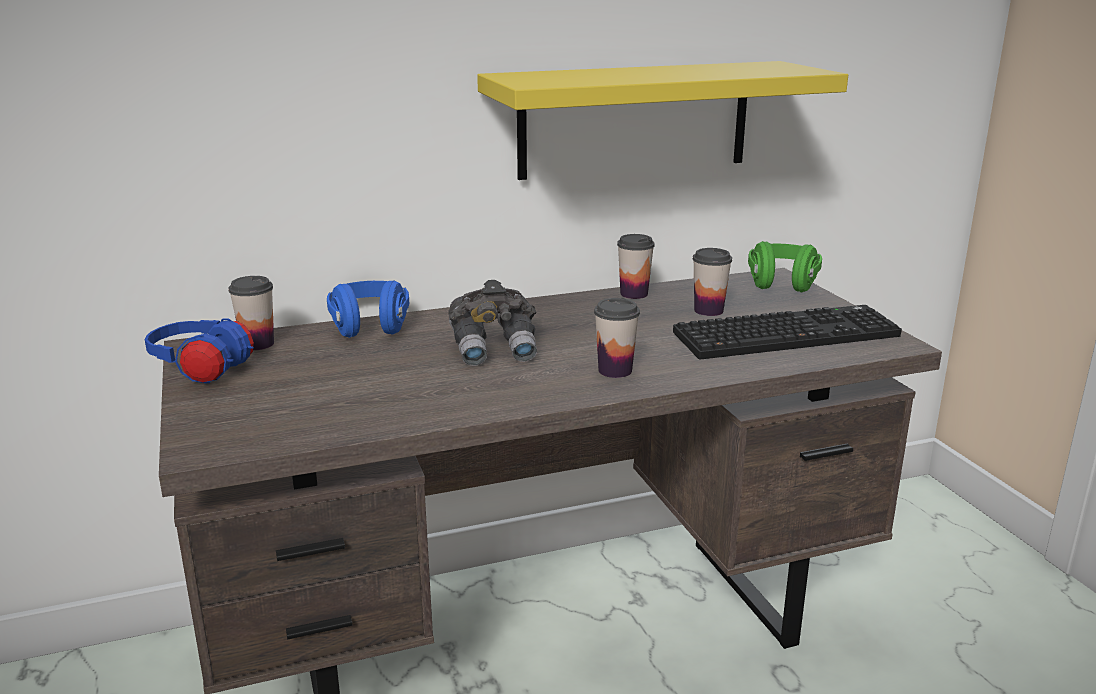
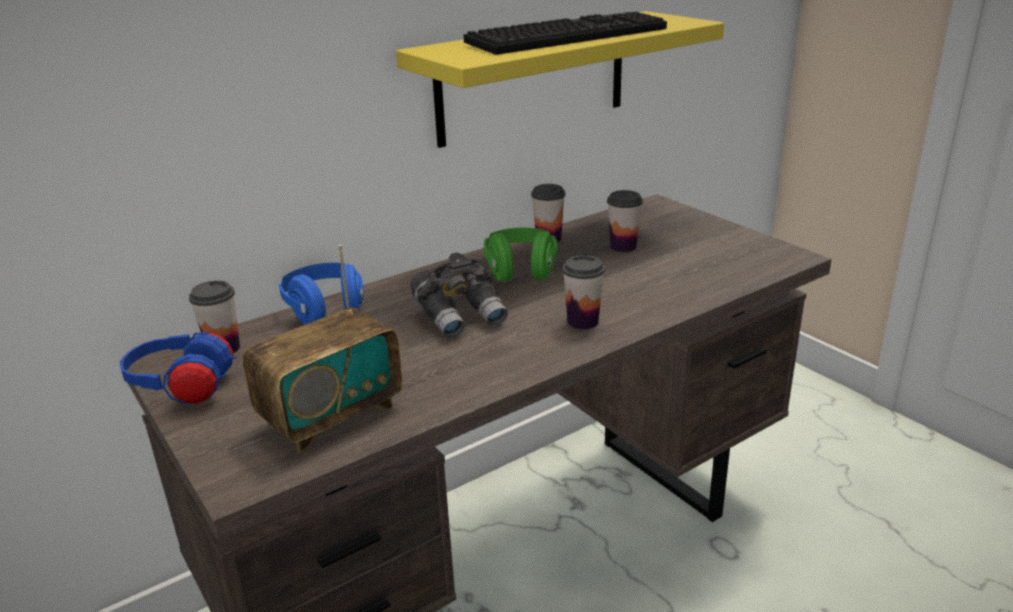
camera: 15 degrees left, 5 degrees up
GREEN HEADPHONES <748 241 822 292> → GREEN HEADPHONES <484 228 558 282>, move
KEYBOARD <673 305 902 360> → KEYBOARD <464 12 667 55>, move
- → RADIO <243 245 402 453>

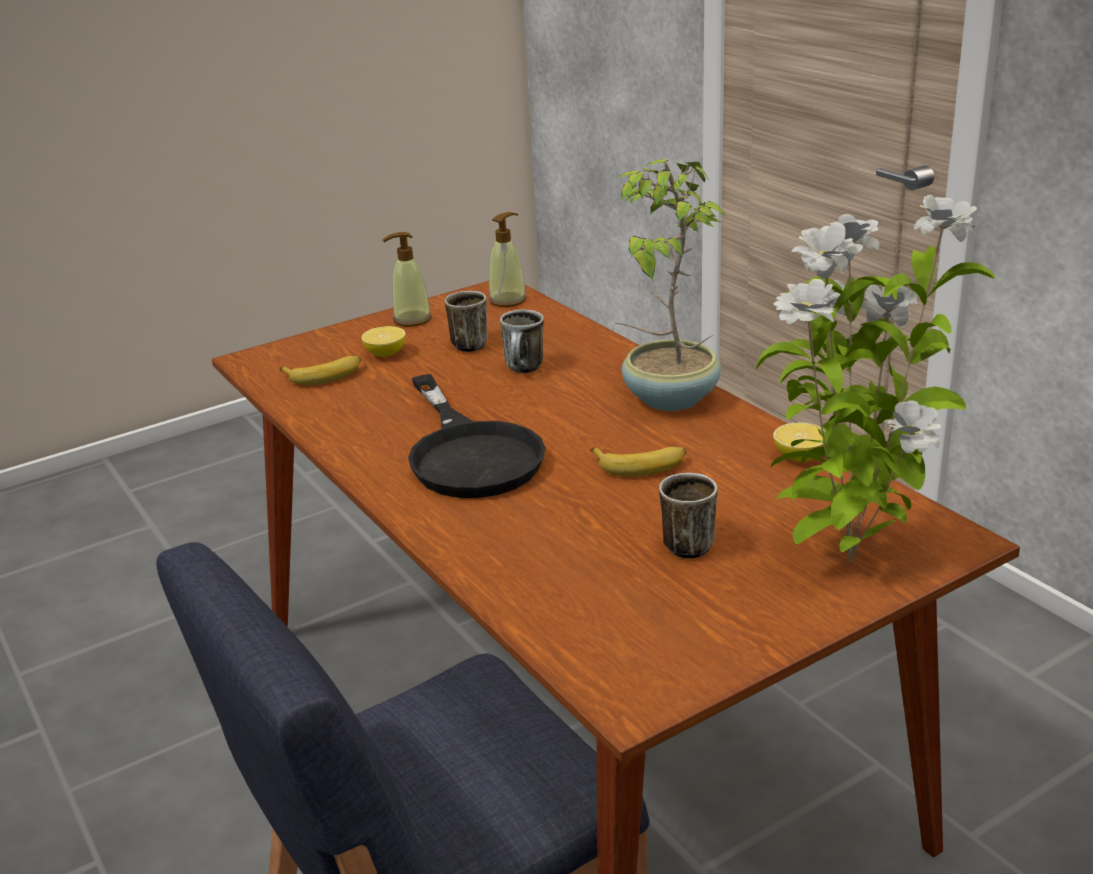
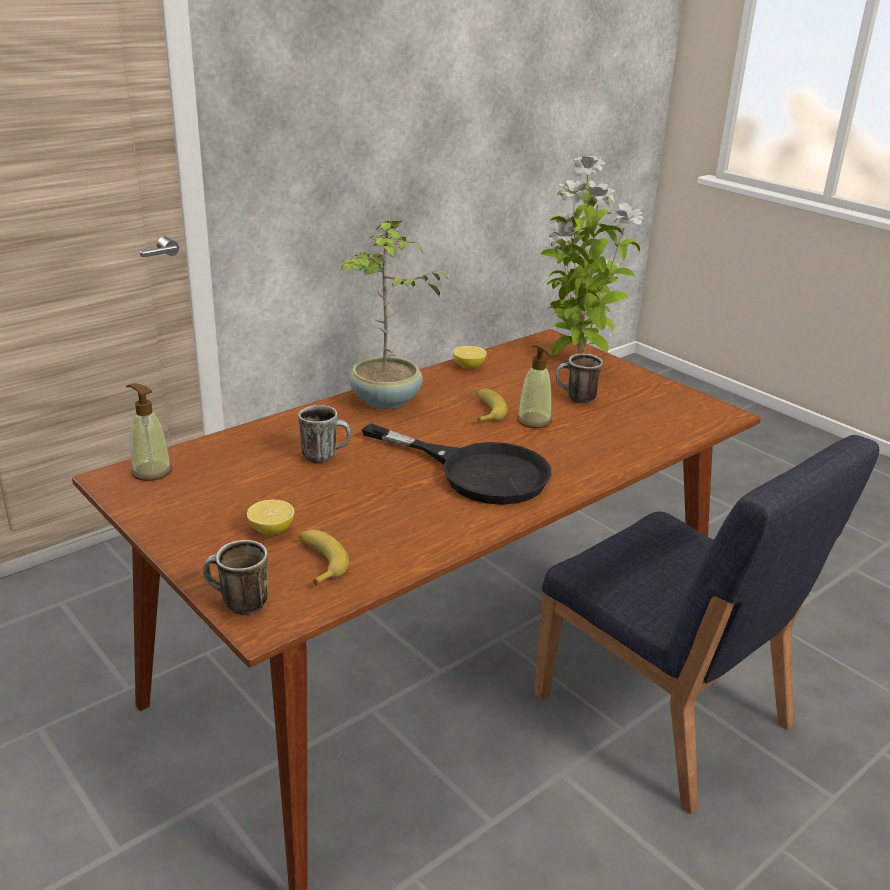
camera: 100 degrees left, 0 degrees up
SOAP DISPENSER <382 232 432 327> → SOAP DISPENSER <517 344 553 428>, move
MUG <445 291 488 352> → MUG <203 540 268 615>, move
BLACK FRYING PAN <408 374 546 498> → BLACK FRYING PAN <362 423 551 505>, 60 degrees clockwise

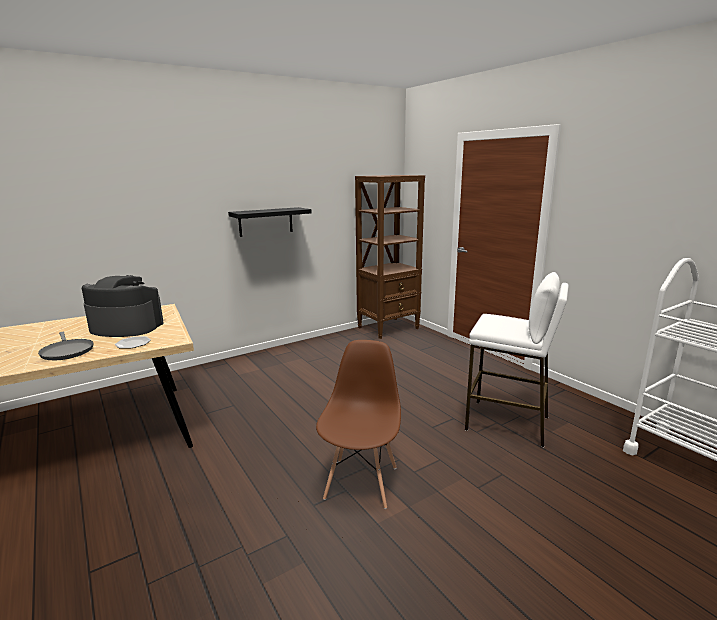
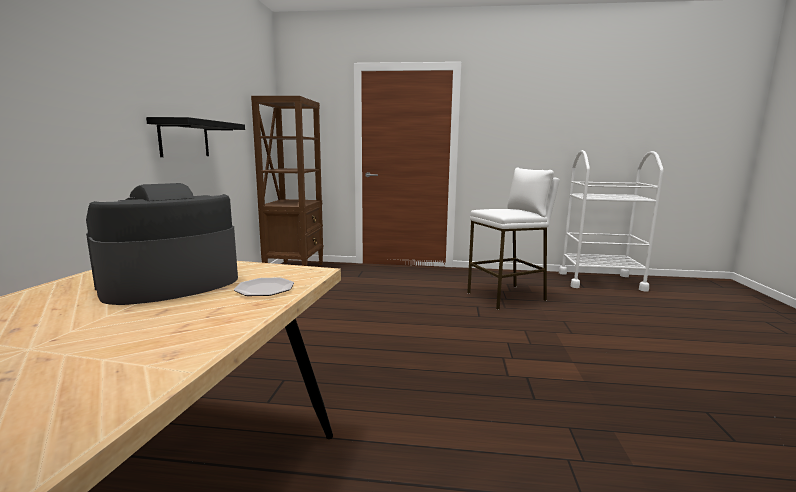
camera: 50 degrees left, 5 degrees down
GREY FRYING PAN <38 332 94 360> → -
BROWN CHAIR <316 340 401 509> → -

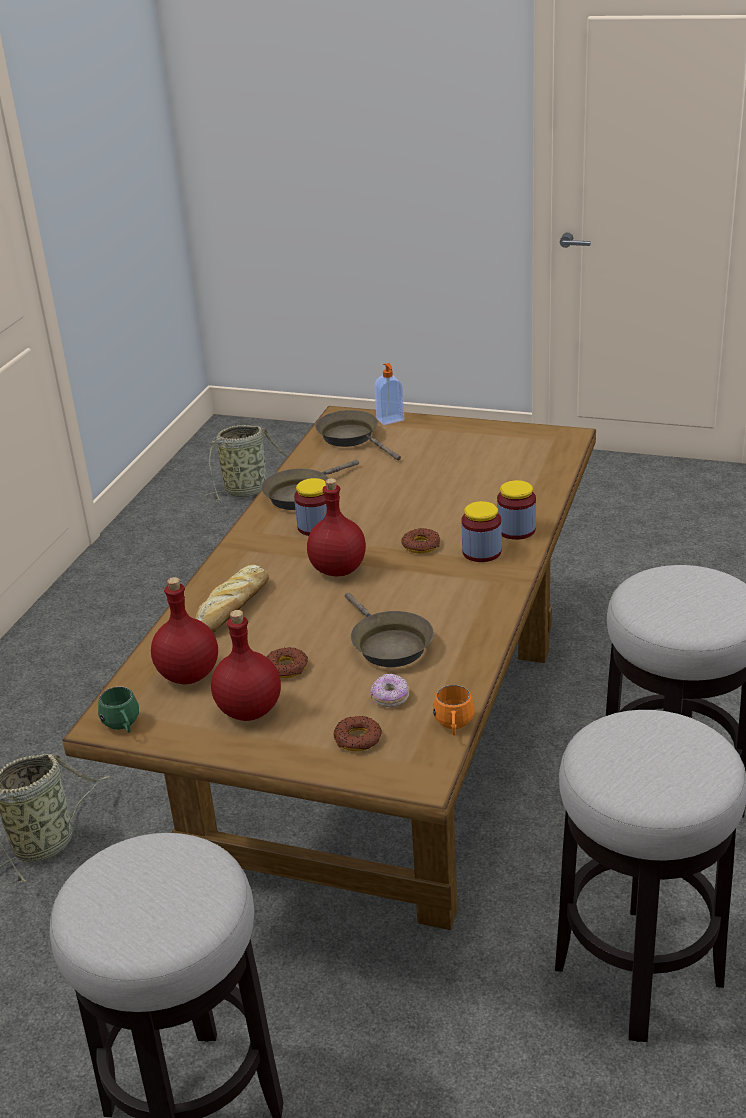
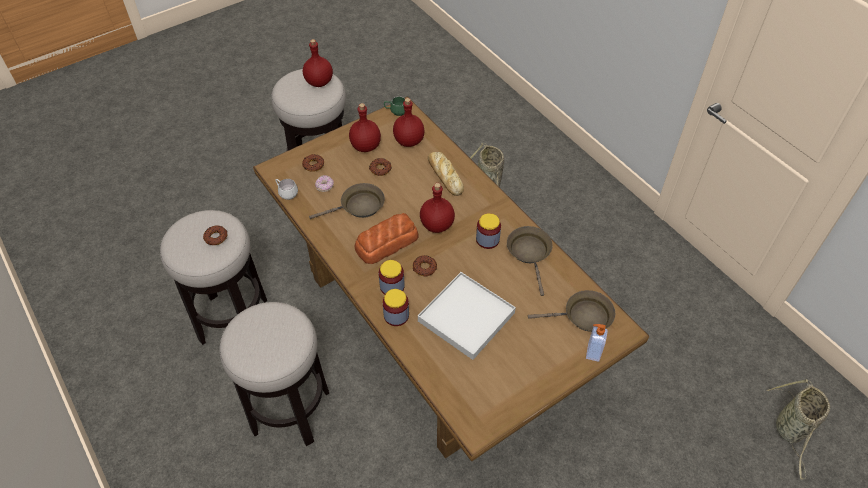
camera: 125 degrees right, 20 degrees up
BROWN FRYING PAN <345 593 434 667> → BROWN FRYING PAN <309 183 385 219>, 150 degrees clockwise
ORANGE MUG <433 685 475 735> → WHITE MUG <275 179 298 200>
- → RED BOTTLE <303 39 333 87>
- → BREAD <355 213 419 264>
- → DONUT <203 225 227 245>
- → WHITE TRAY <418 272 516 360>

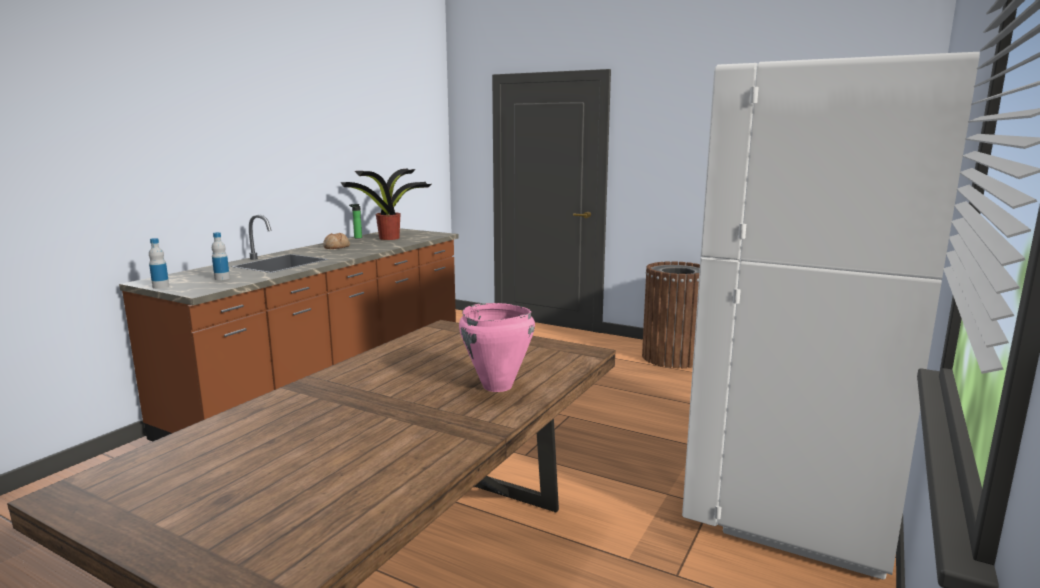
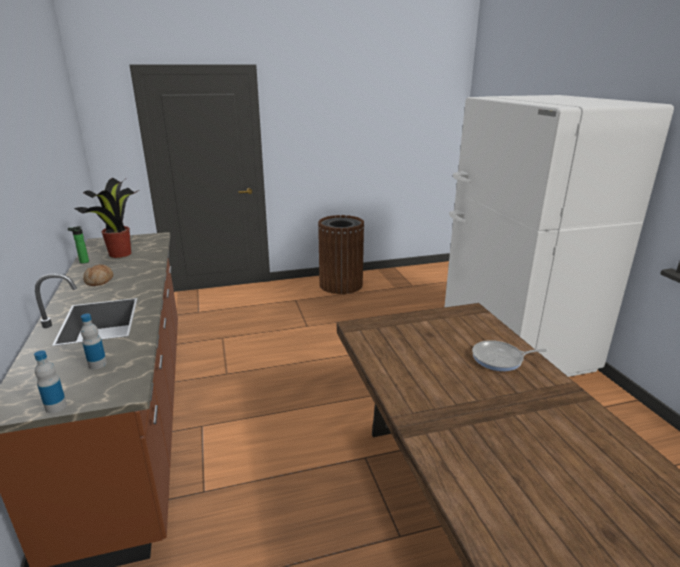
camera: 45 degrees left, 10 degrees up
PINK COOKING POT <459 303 535 392> → FRYING PAN <472 340 547 371>

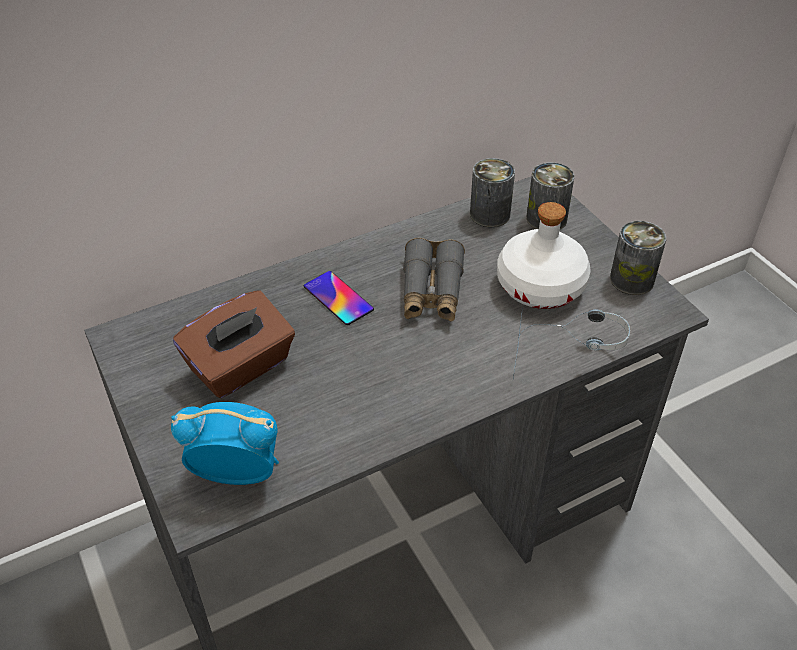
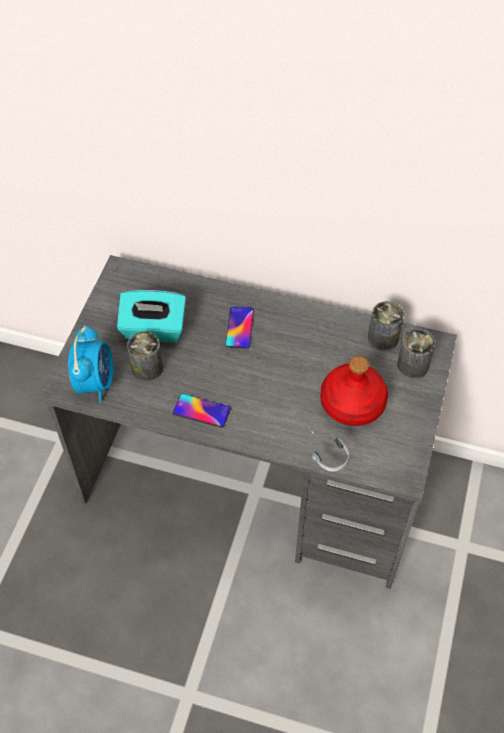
camera: 45 degrees right, 10 degrees up
WHITE BOTTLE <497 202 591 309> → RED BOTTLE <321 356 388 426>
CAN <610 221 666 295> → CAN <127 331 163 382>, move
GREY BINOCULARS <403 238 465 322> → -
BROWN TISSUE BOX <173 290 295 398> → TURQUOISE TISSUE BOX <117 290 186 343>
ALARM CLOCK <171 402 279 485> → ALARM CLOCK <68 325 113 403>, 45 degrees clockwise
- → PHONE <173 394 231 427>

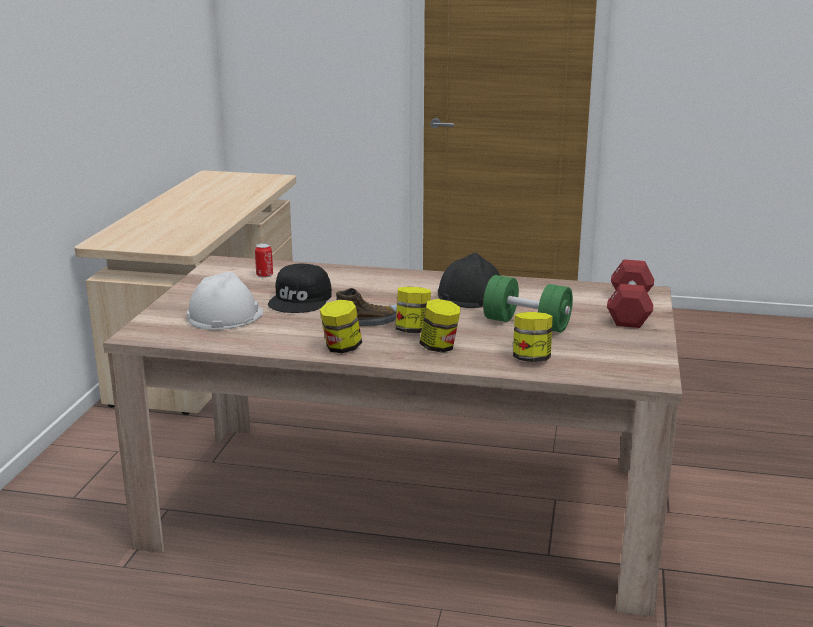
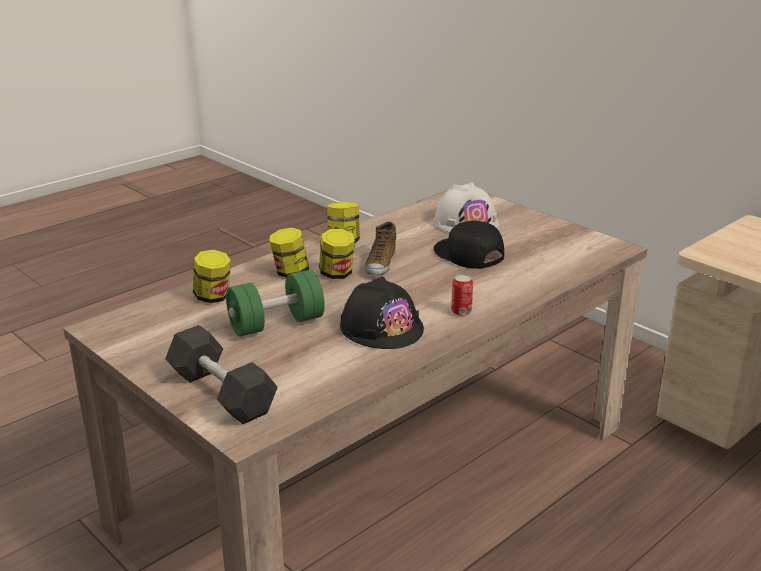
camera: 125 degrees right, 5 degrees up
CAN <255 243 273 278> → CAN <451 274 473 316>, move
RED DUMBBELL <607 260 654 328> → BLACK DUMBBELL <165 325 278 424>

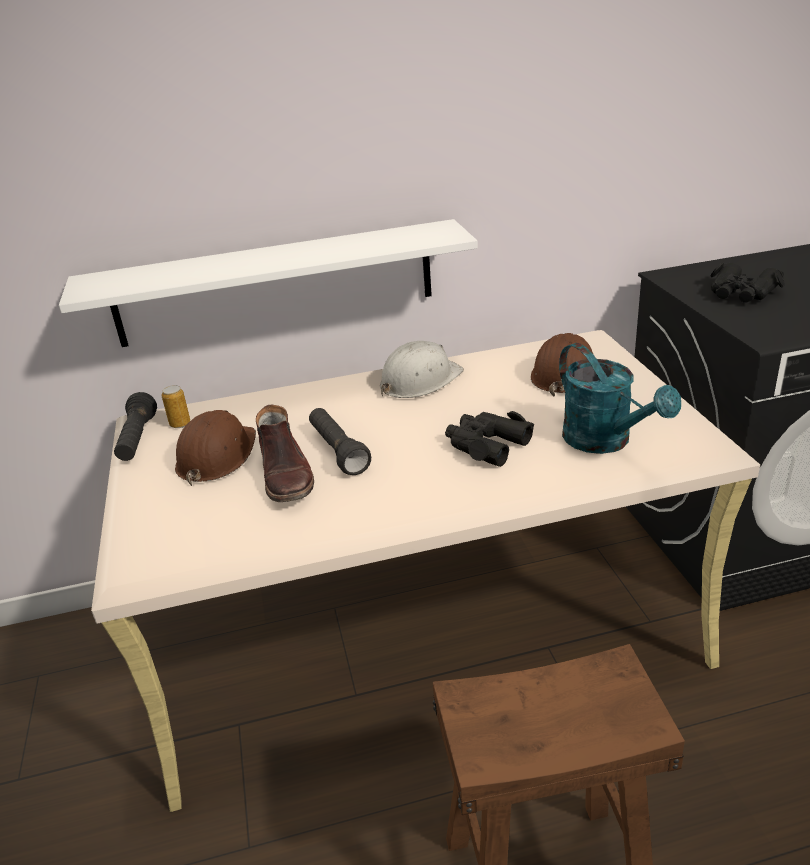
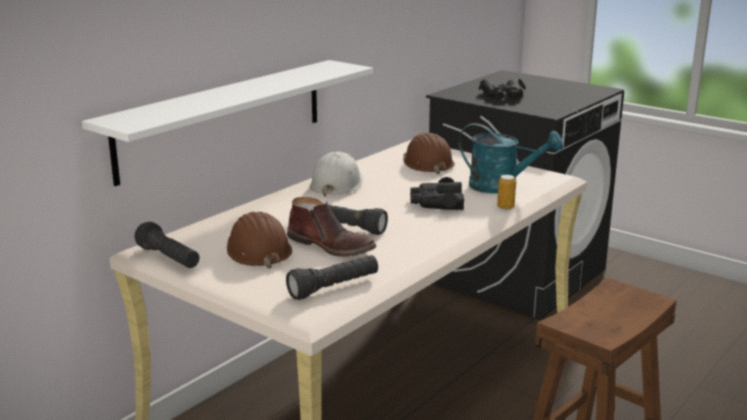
camera: 40 degrees left, 10 degrees down
CAN <162 385 190 428> → CAN <497 175 516 210>, move
- → BLACK FLASHLIGHT <286 255 378 300>

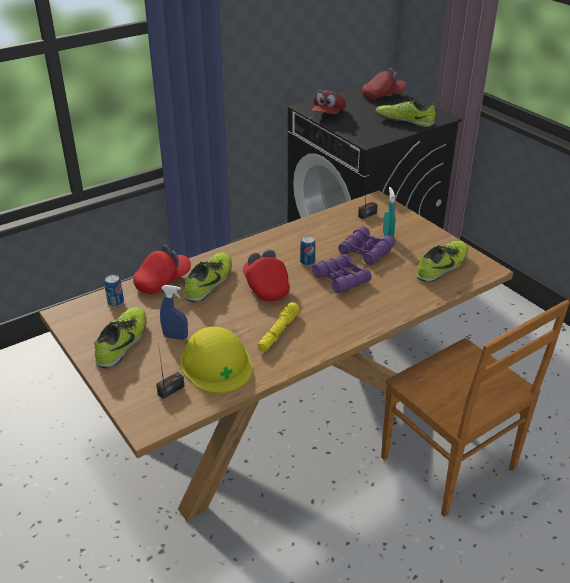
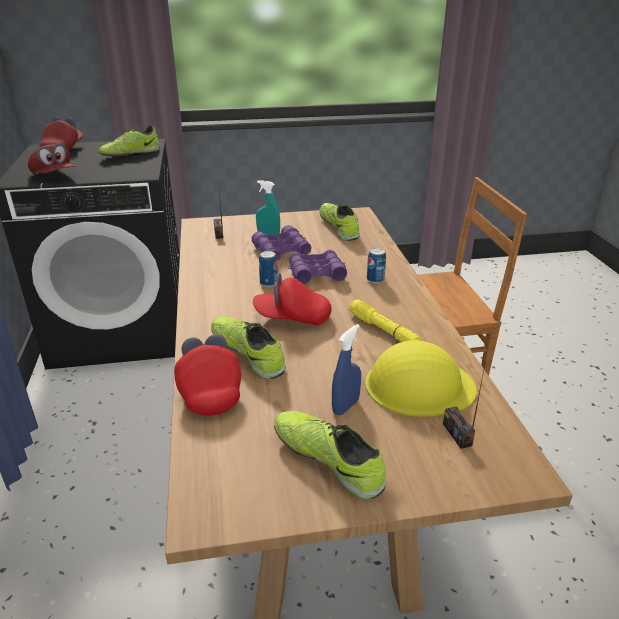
camera: 65 degrees left, 5 degrees down
CAN <104 275 124 307> → CAN <367 248 386 283>, move

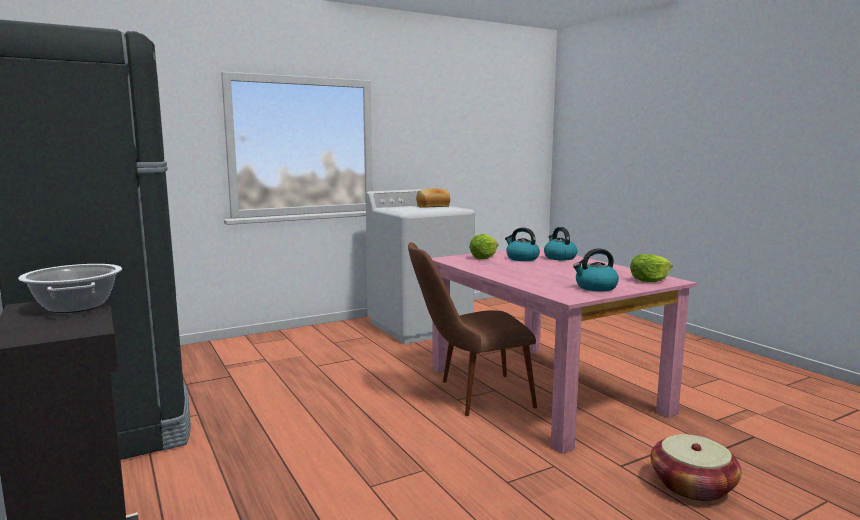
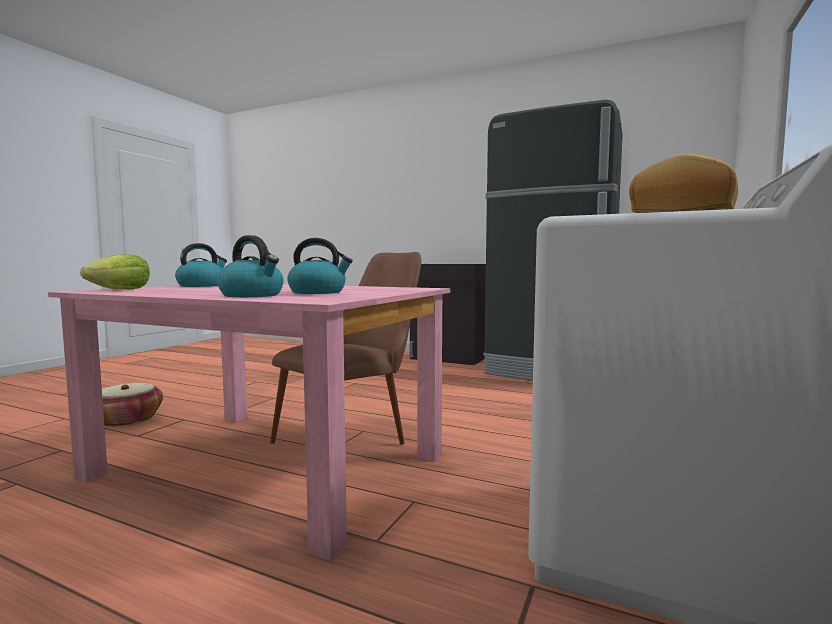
camera: 145 degrees right, 5 degrees down
LETTUCE <469 234 498 259> → -
COOKING POT <18 264 122 313> → -

